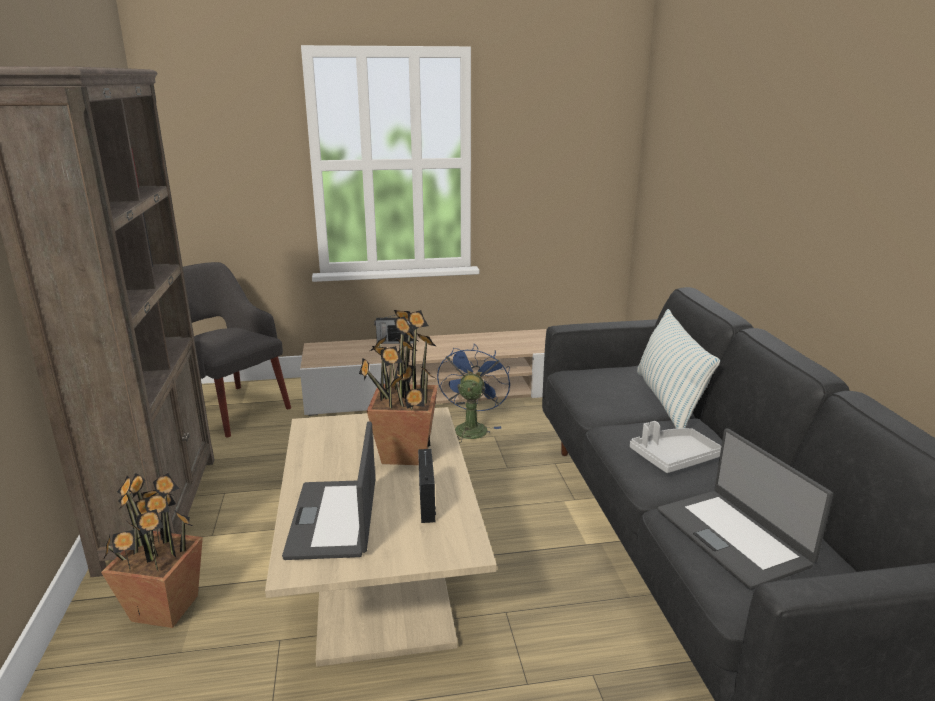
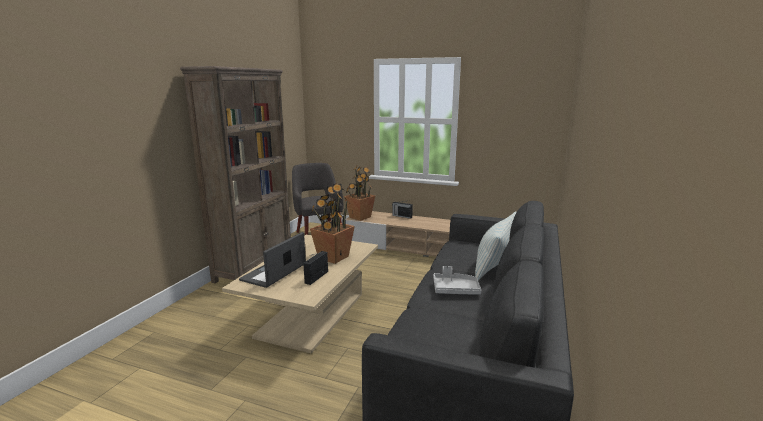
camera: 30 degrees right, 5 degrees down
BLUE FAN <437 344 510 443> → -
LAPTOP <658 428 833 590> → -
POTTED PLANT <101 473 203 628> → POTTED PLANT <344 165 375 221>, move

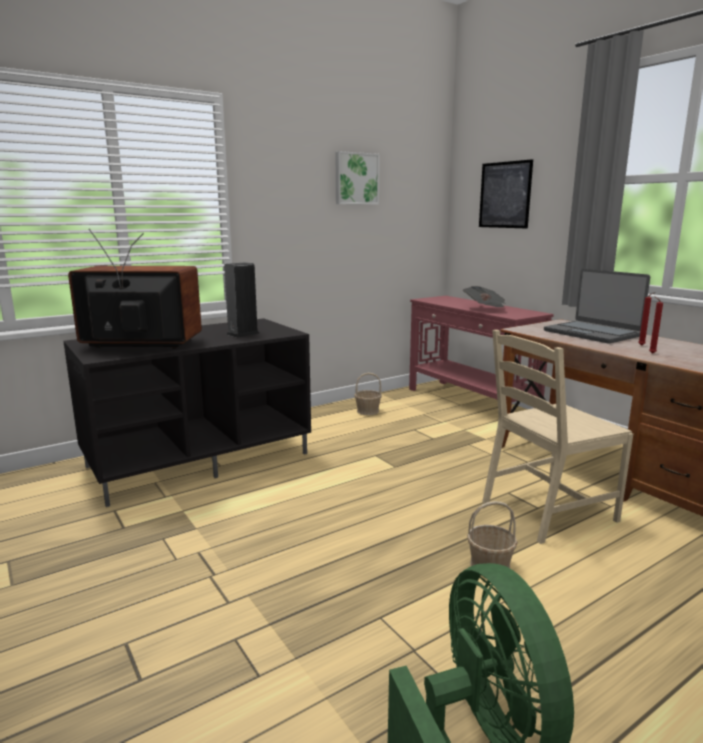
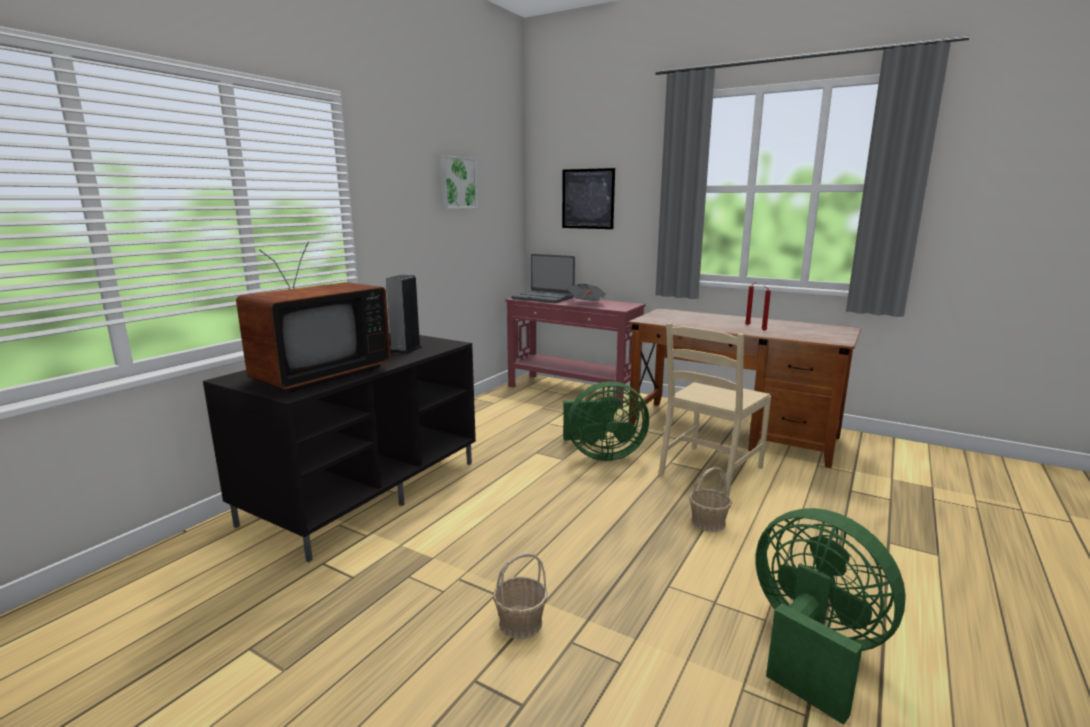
camera: 25 degrees left, 0 degrees up
TELEVISION <68 229 202 349> → TELEVISION <236 241 391 392>, 150 degrees clockwise
LAPTOP <544 269 650 343> → LAPTOP <512 254 575 303>, move
BASKET <354 373 382 415> → BASKET <493 552 547 639>, move
- → GREEN FAN <563 381 649 461>

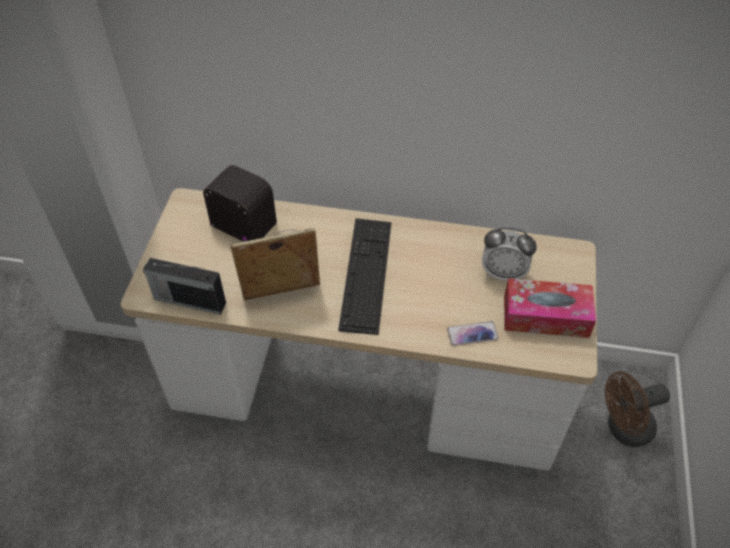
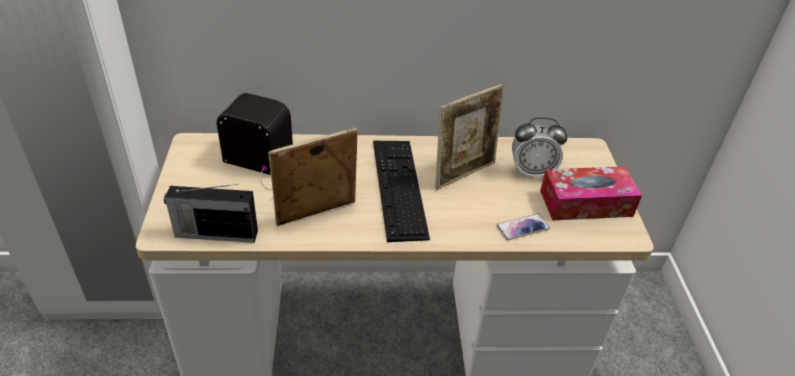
camera: 15 degrees left, 10 degrees down
BROWN FAN <605 372 670 447> → -
- → PICTURE FRAME <435 84 505 190>

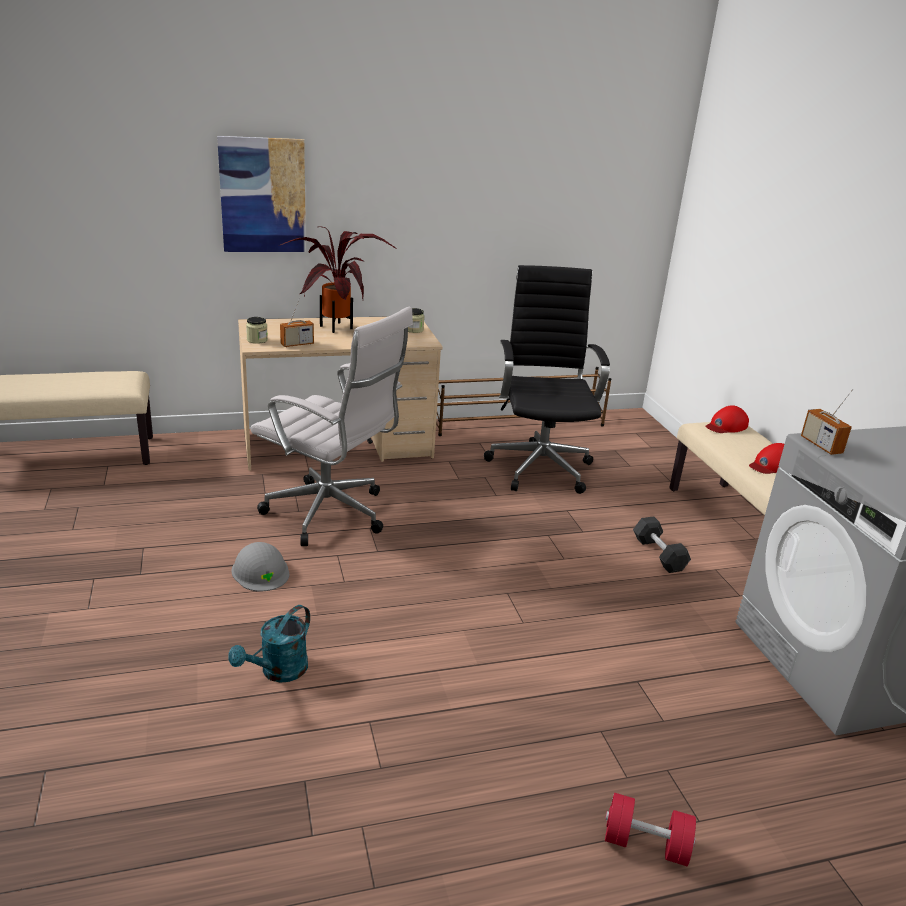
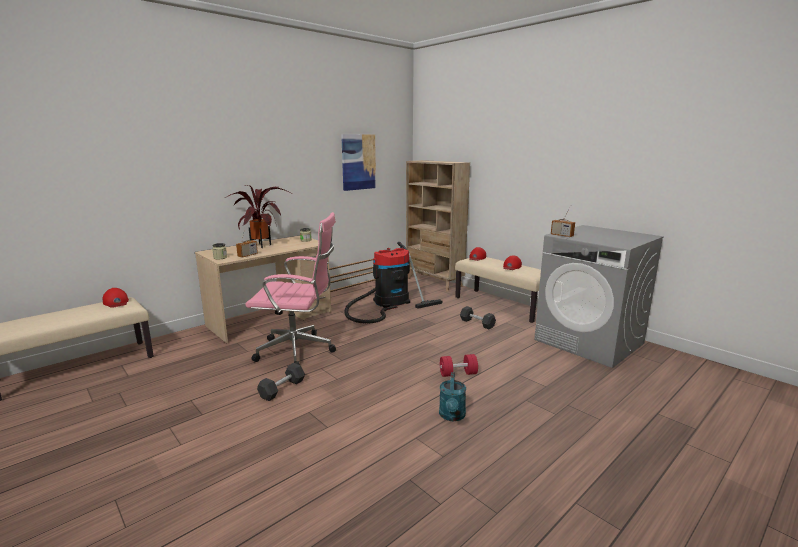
camera: 25 degrees left, 10 degrees down
PICTURE <217 136 306 252> → PICTURE <341 134 376 191>, move
BLACK OFFICE CHAIR <484 265 610 494> → VACUUM CLEANER <344 242 442 324>
WHITE OFFICE CHAIR <250 307 413 546> → PINK OFFICE CHAIR <245 212 336 365>
GREY HARD HAT <232 542 289 591> → BLACK DUMBBELL <257 363 305 401>
TURQUOISE WATERING CAN <228 605 310 683> → TURQUOISE WATERING CAN <439 372 466 421>, move
RED DUMBBELL <605 793 696 866> → RED DUMBBELL <440 354 478 377>, move
- → BEIGE BOOKCASE <406 160 470 292>
- → RED CAP <103 288 129 308>

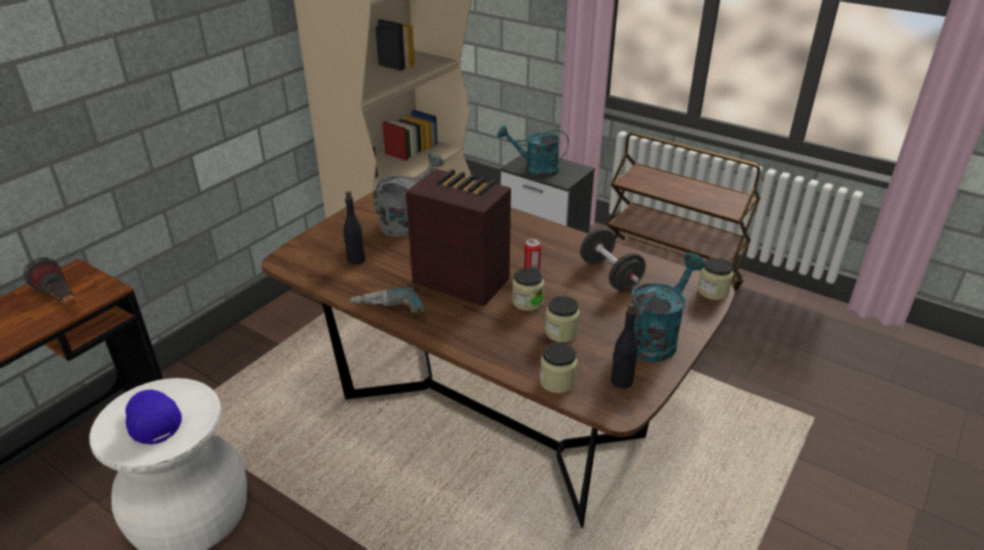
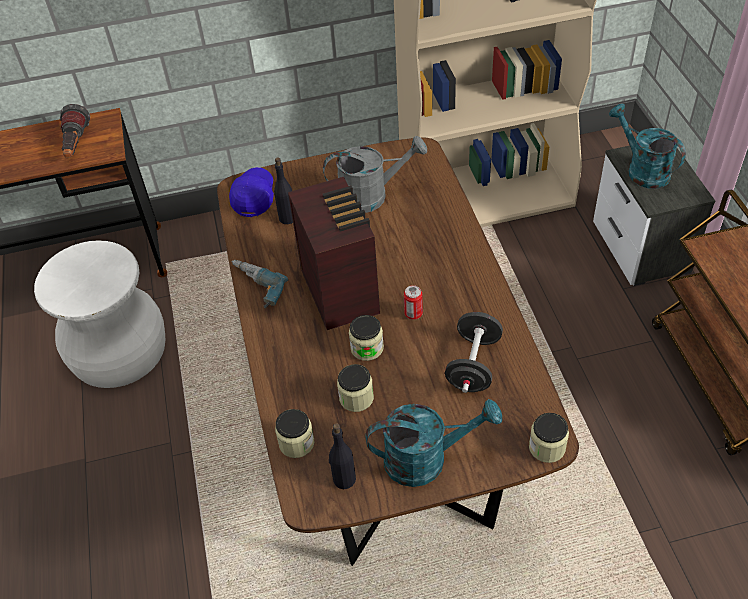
camera: 45 degrees right, 15 degrees up
BLUE CAP <125 390 182 445> → BLUE CAP <229 167 274 217>, move

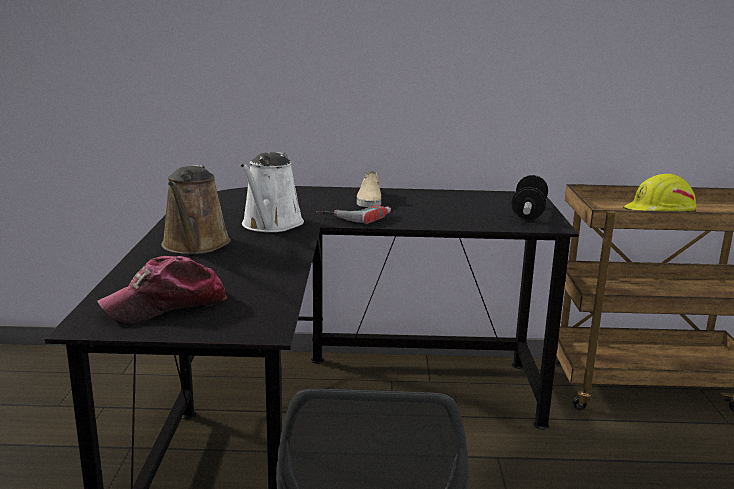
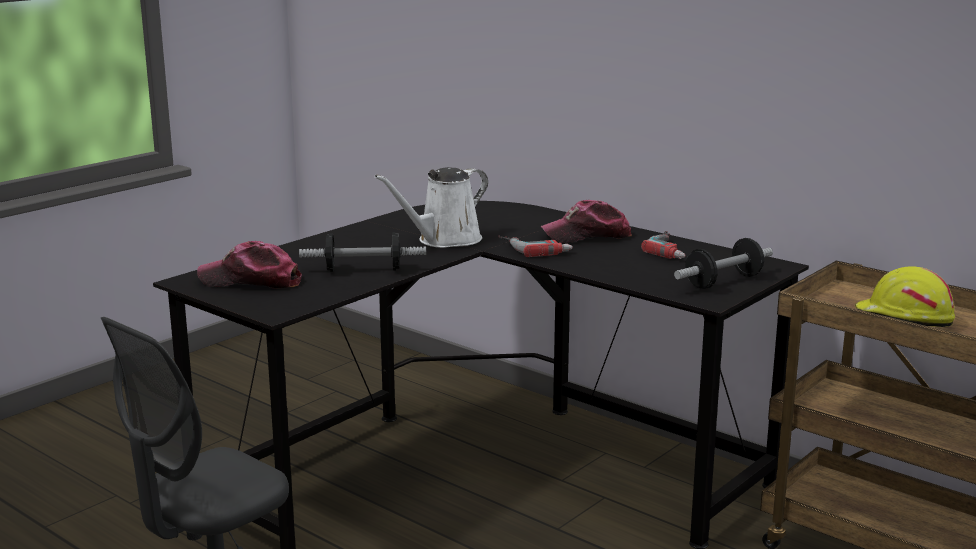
camera: 40 degrees right, 0 degrees up
BROWN WATERING CAN <161 165 231 254> → -
BEIGE SHOE <357 171 381 207> → CAP <541 200 632 243>
- → POWER DRILL <641 231 685 259>
- → DUMBBELL <299 232 426 272>

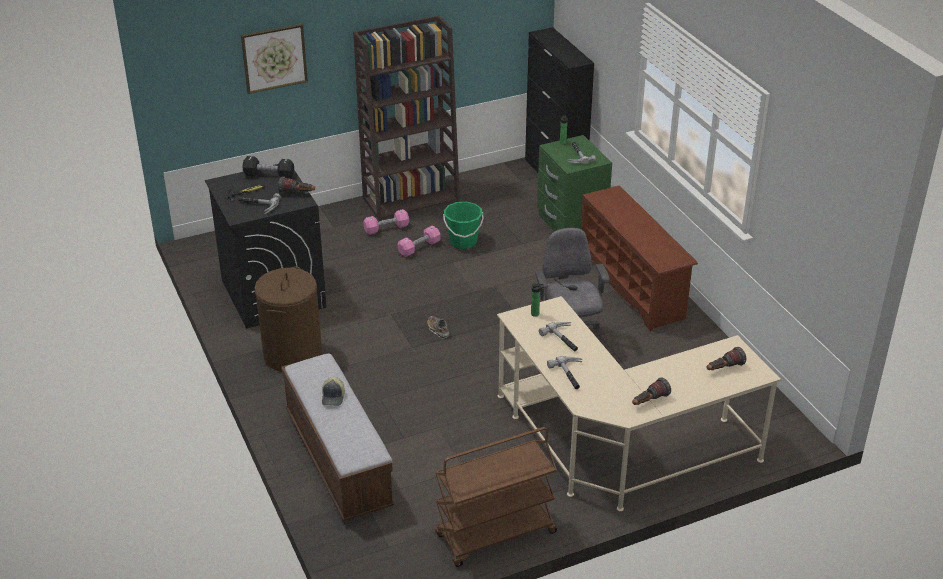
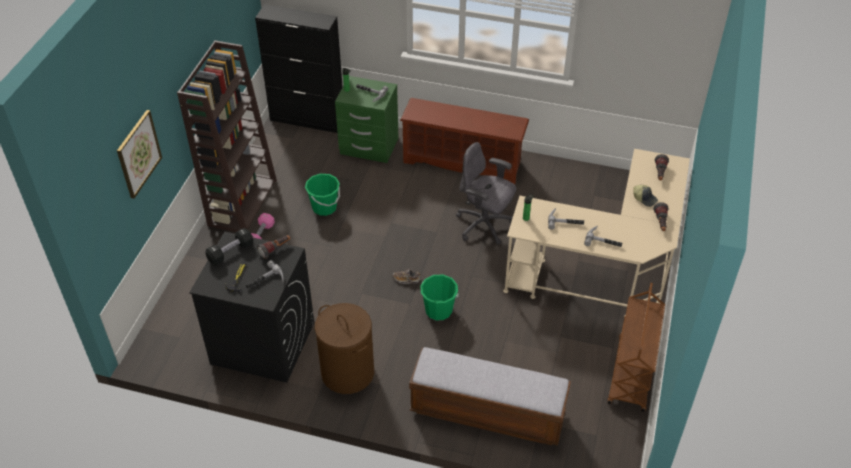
camera: 50 degrees left, 10 degrees up
PINK DUMBBELL <398 225 440 257> → -
CAP <322 377 345 406> → CAP <633 185 658 207>, move
- → GREEN BUCKET <420 275 459 320>

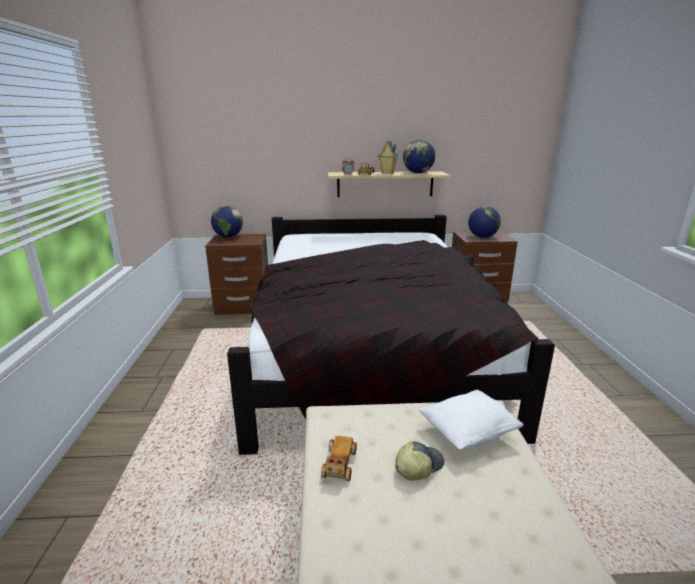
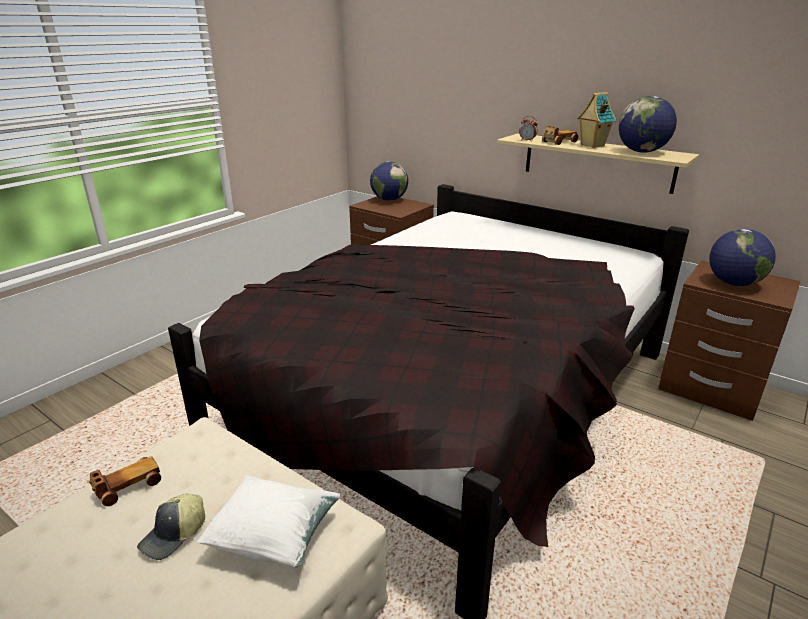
camera: 40 degrees right, 5 degrees up
CAP <395 441 444 481> → CAP <137 494 205 560>, 120 degrees clockwise

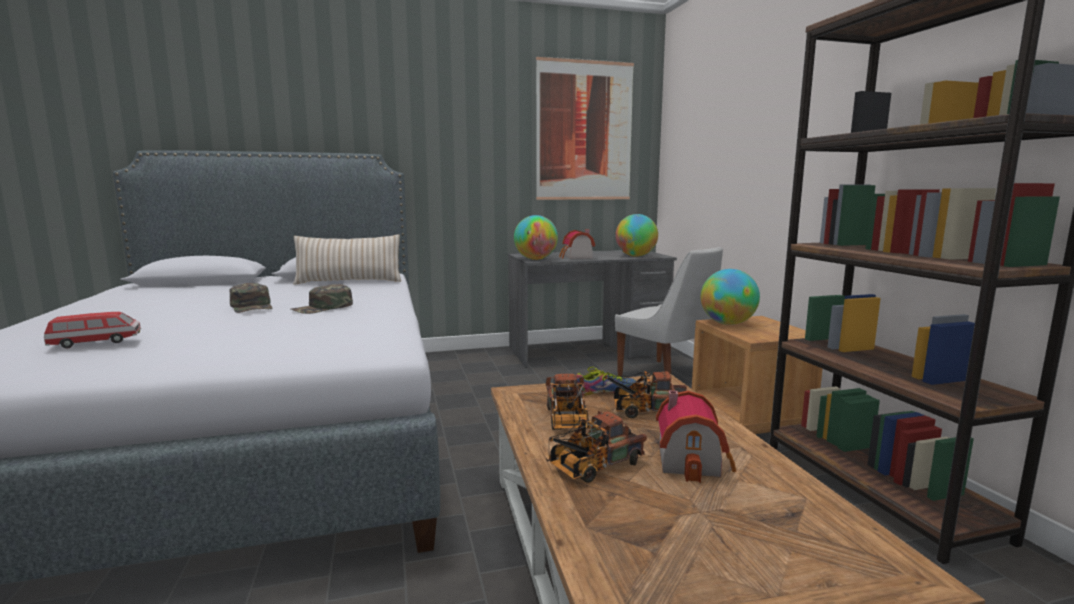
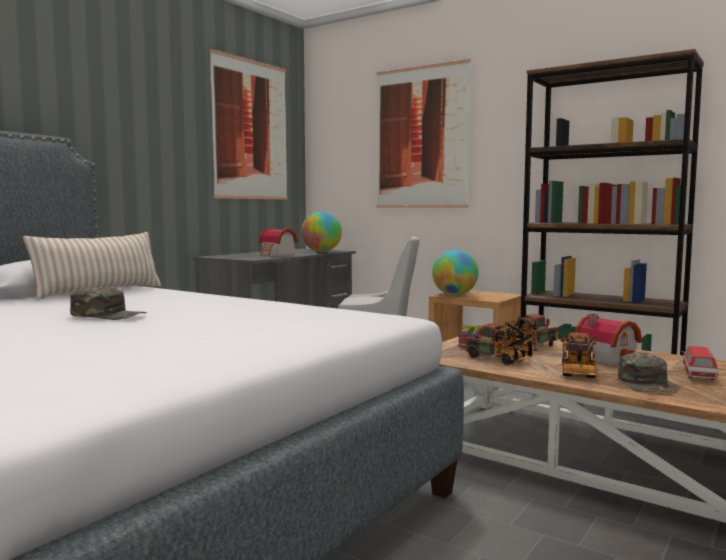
camera: 40 degrees left, 5 degrees down
GLOBE <514 215 558 260> → -
GREEN CAP <291 284 353 314> → GREEN CAP <618 352 677 393>, move
TOY CAR <44 312 141 348> → TOY CAR <682 346 718 380>, move
- → PICTURE <376 59 471 208>

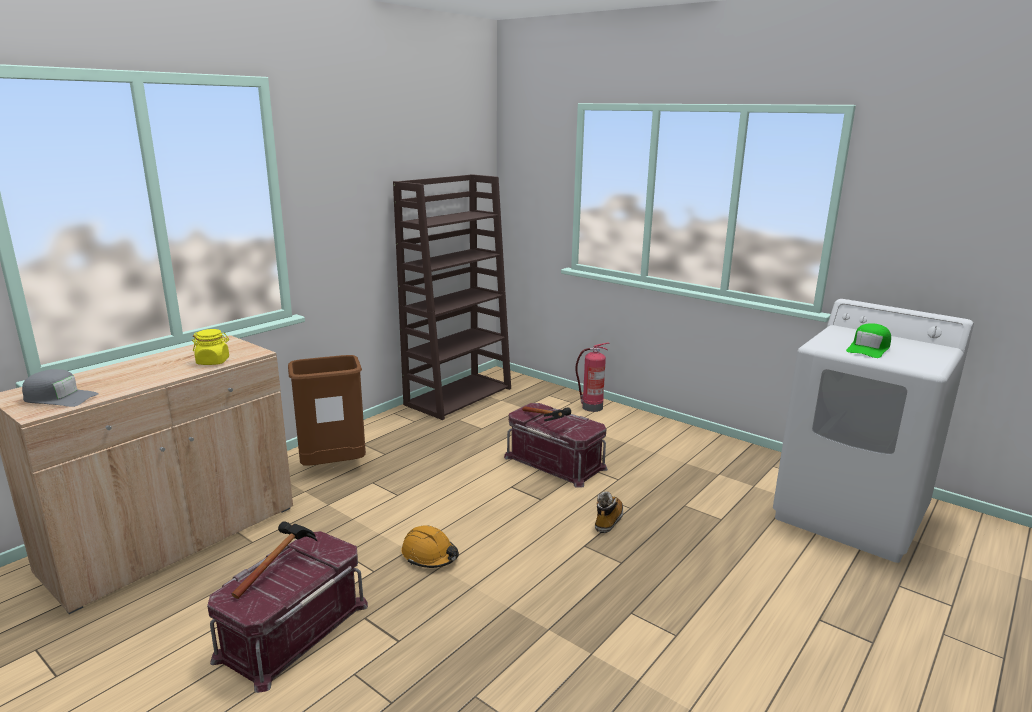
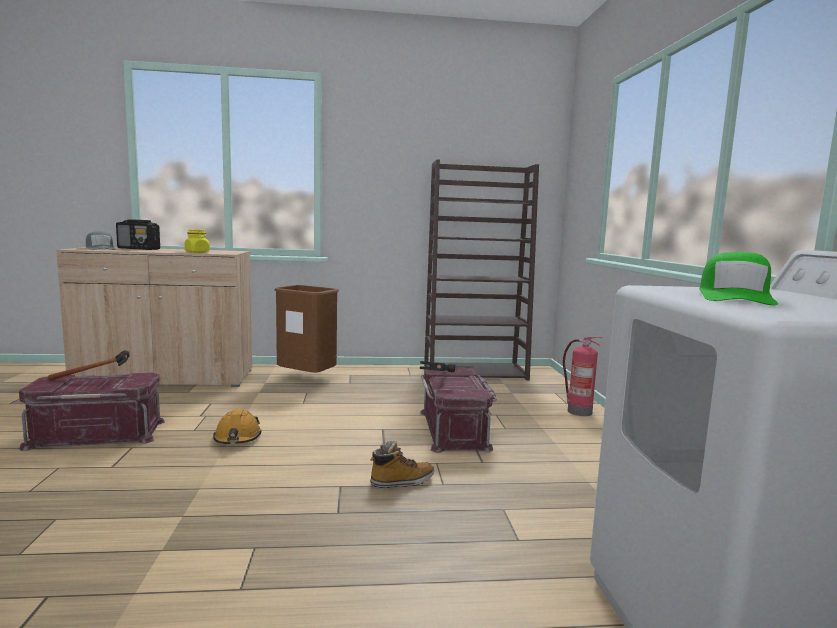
camera: 45 degrees right, 10 degrees down
GREEN CAP <846 323 891 358> → GREEN CAP <699 252 778 305>, 60 degrees counterclockwise
- → RADIO <116 219 160 250>

